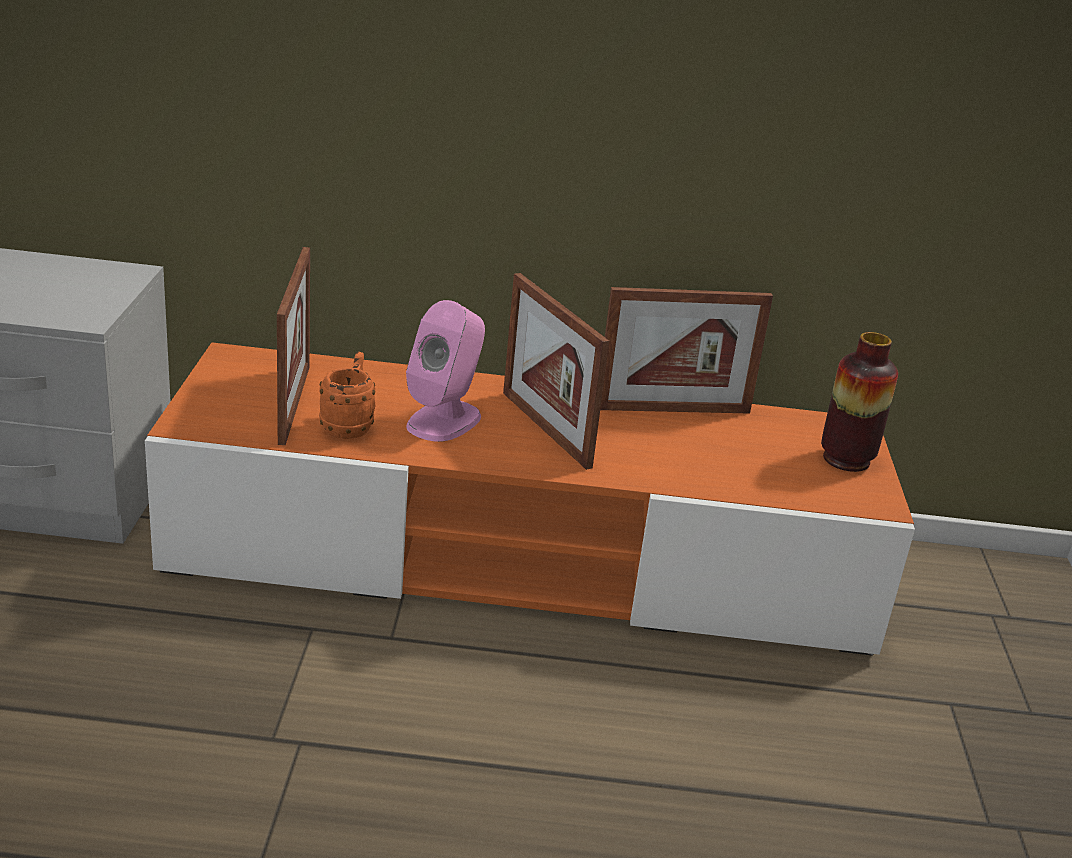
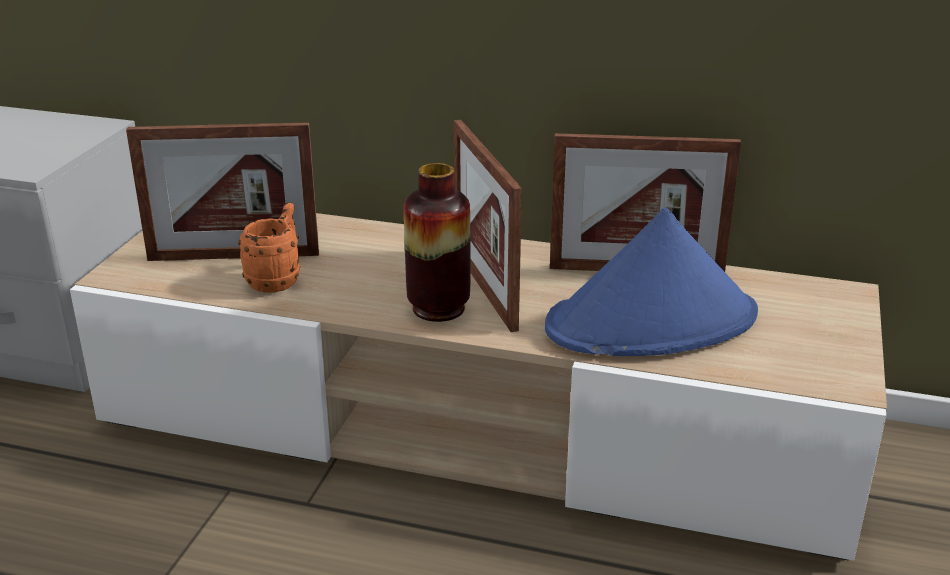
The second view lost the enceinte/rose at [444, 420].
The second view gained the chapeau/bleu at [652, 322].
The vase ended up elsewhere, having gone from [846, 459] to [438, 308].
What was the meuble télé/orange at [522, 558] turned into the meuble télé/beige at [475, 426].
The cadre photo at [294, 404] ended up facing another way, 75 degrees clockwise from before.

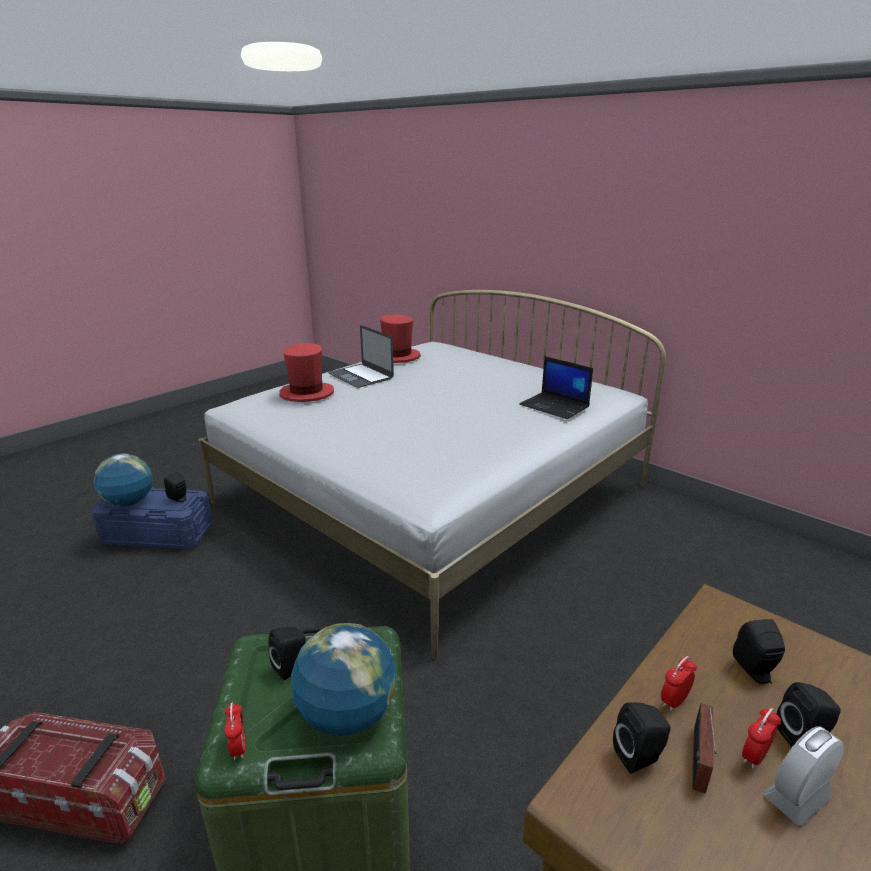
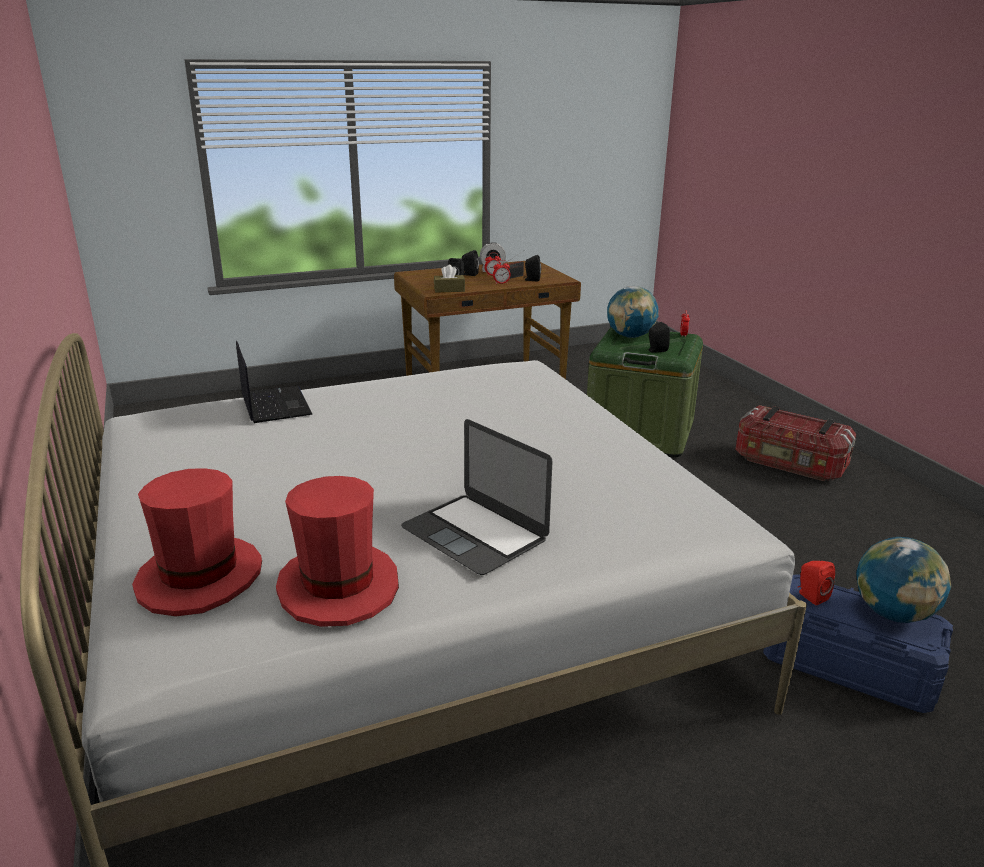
The second view gained the boîte à mouchoirs/marron at [449, 290].
The chapeau/rouge ended up elsewhere, having gone from [307, 394] to [200, 578].
What was the enceinte/noir at [179, 499] turned into the enceinte/rouge at [810, 596].
The ordinateur portable at [361, 376] ended up facing another way, 150 degrees clockwise from before.

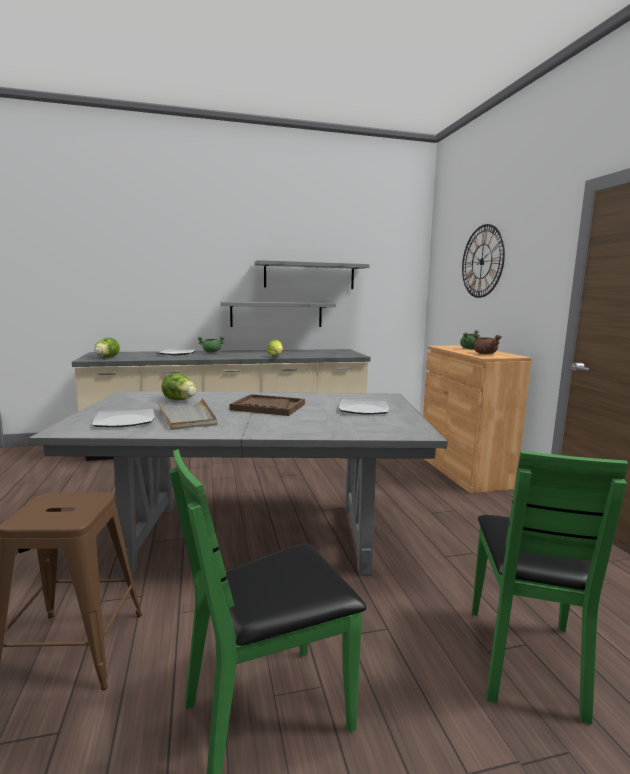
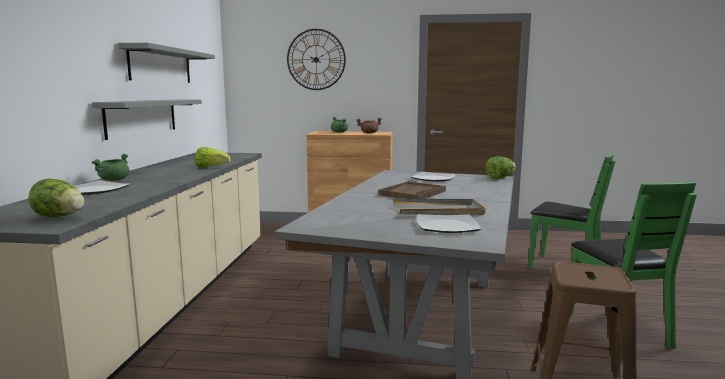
The laitue ended up elsewhere, having gone from [180, 400] to [500, 178].

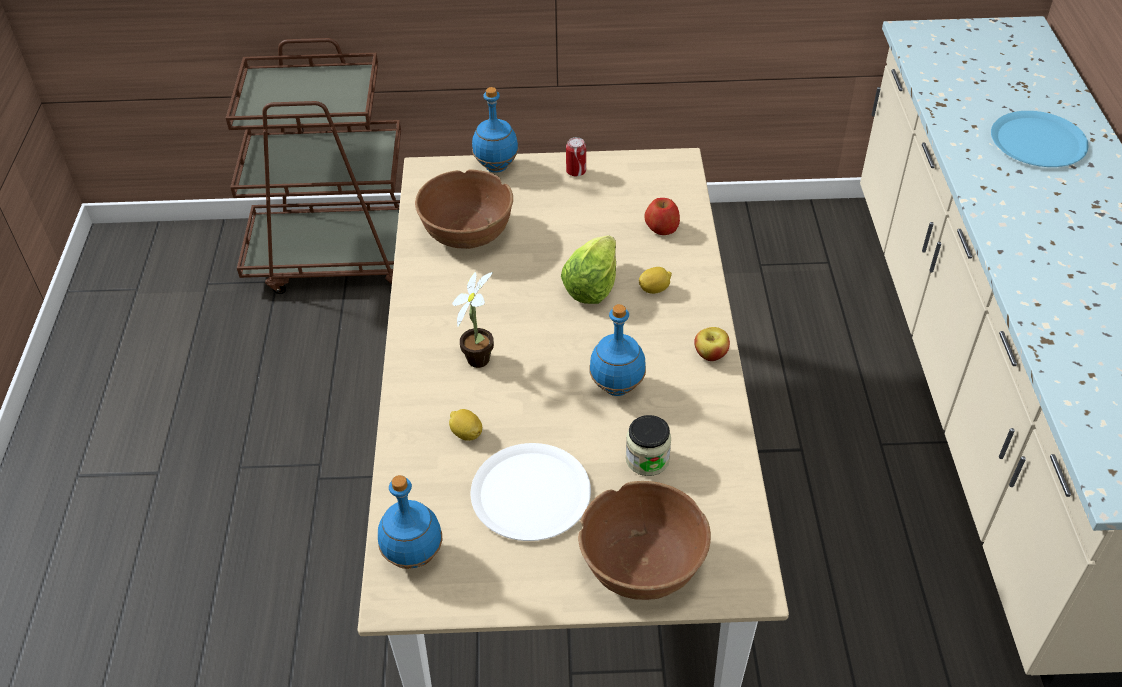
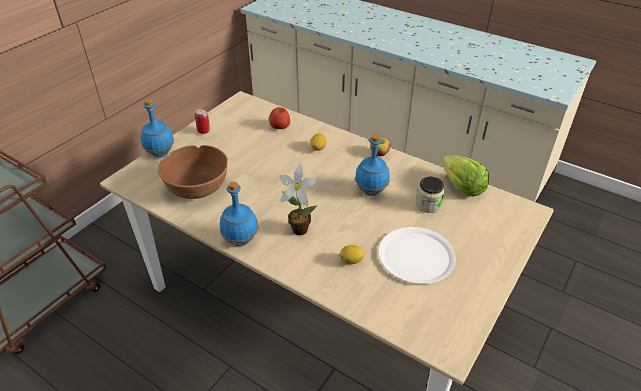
The second view lost the bol/marron at [641, 566].
The second view lost the assiette/bleu at [1038, 141].
The bouteille/bleu ended up elsewhere, having gone from [412, 556] to [240, 241].
The laitue ended up elsewhere, having gone from [592, 286] to [461, 187].

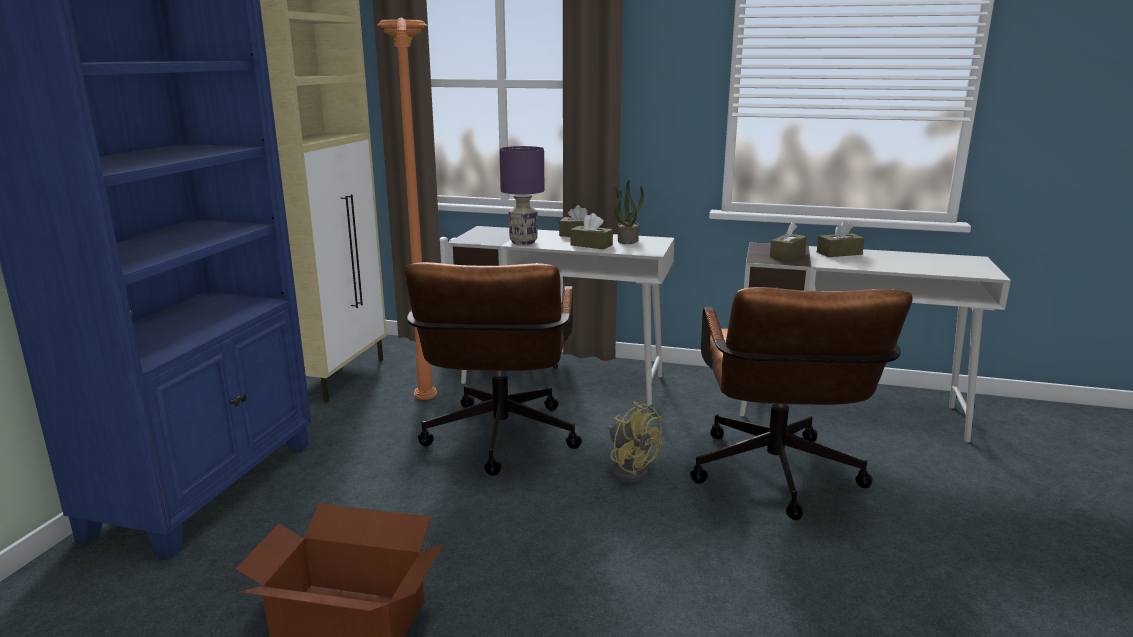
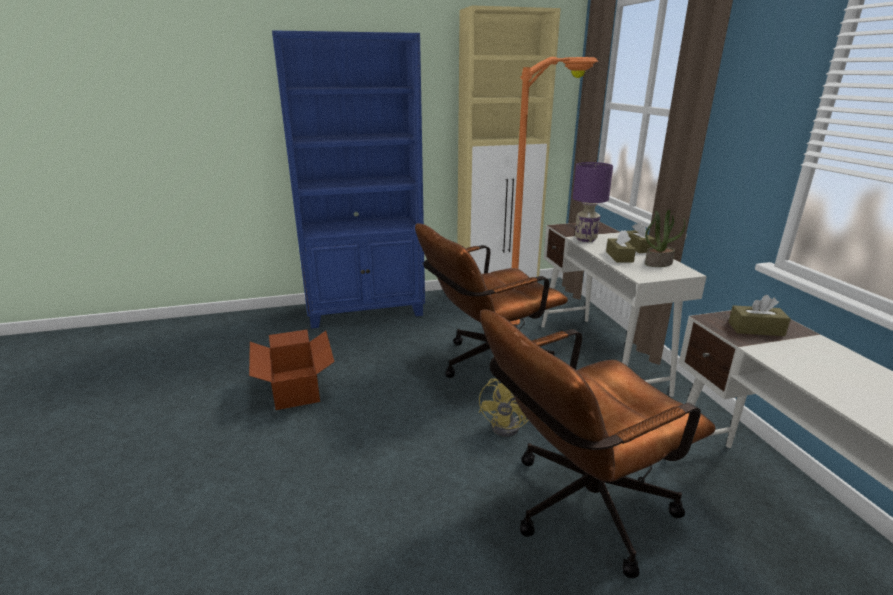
The second view lost the boîte à mouchoirs/marron at [839, 253].

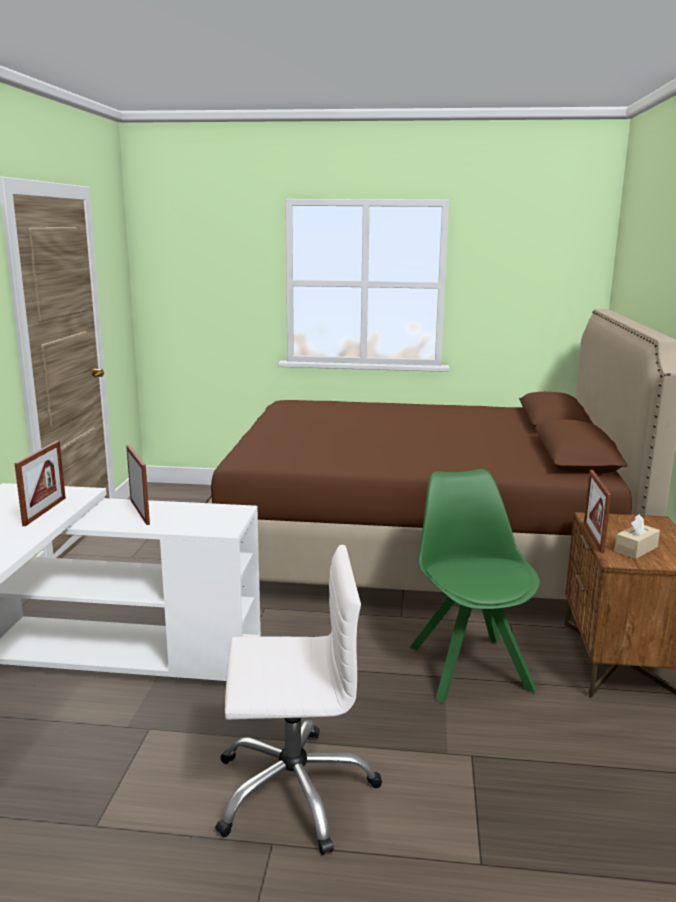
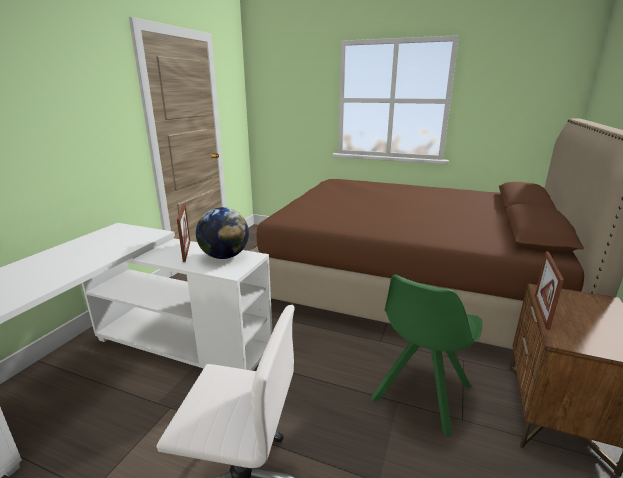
The second view lost the cadre photo at [45, 511].
The second view lost the boîte à mouchoirs/beige at [636, 549].
The second view gained the globe at [225, 256].
The chaise/vert at [468, 665] ended up facing another way, 150 degrees counterclockwise from before.

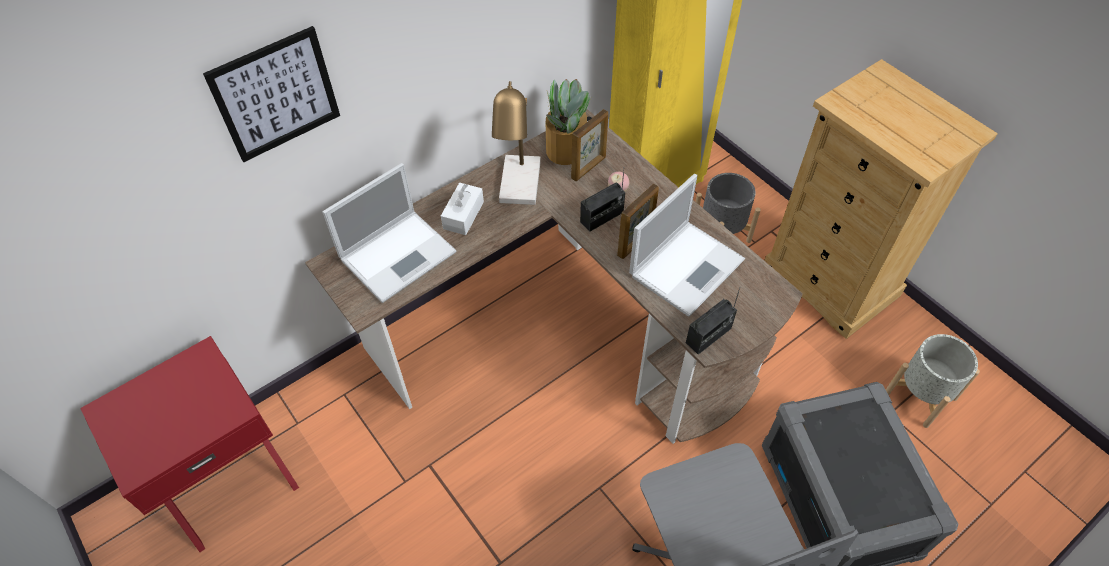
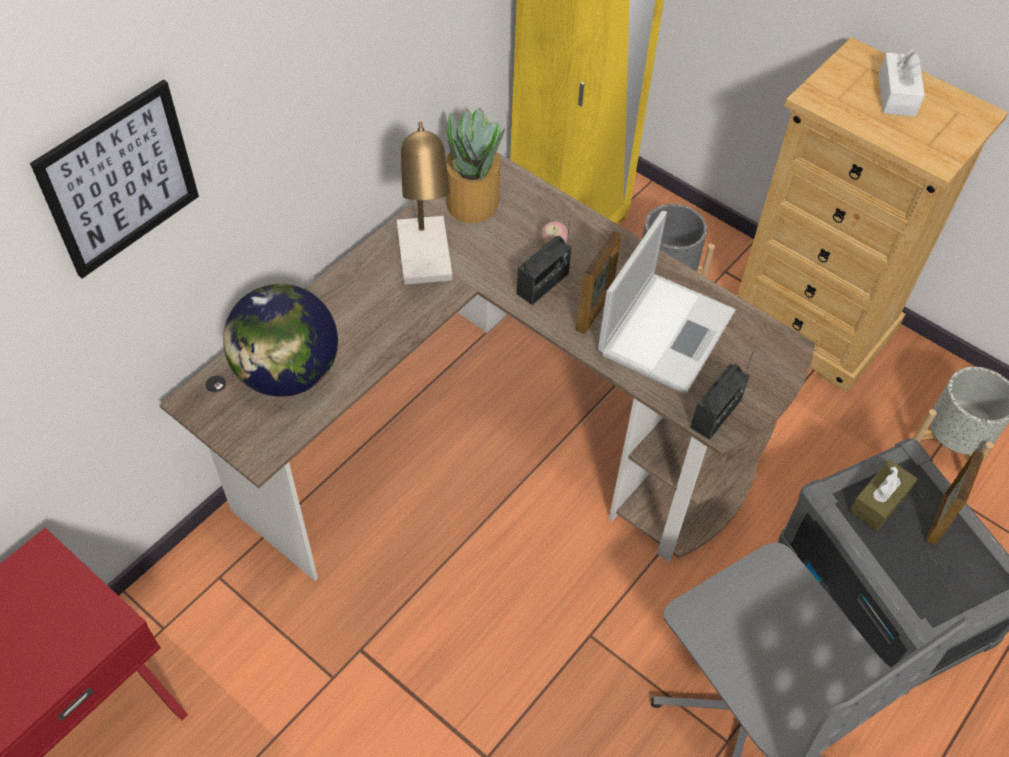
The second view gained the boîte à mouchoirs/marron at [879, 501].
The boîte à mouchoirs/blanc ended up elsewhere, having gone from [463, 215] to [896, 95].
The cadre photo ended up elsewhere, having gone from [589, 168] to [940, 519].
Where the ordinateur portable stood at [399, 254], the globe came to stand at [288, 373].

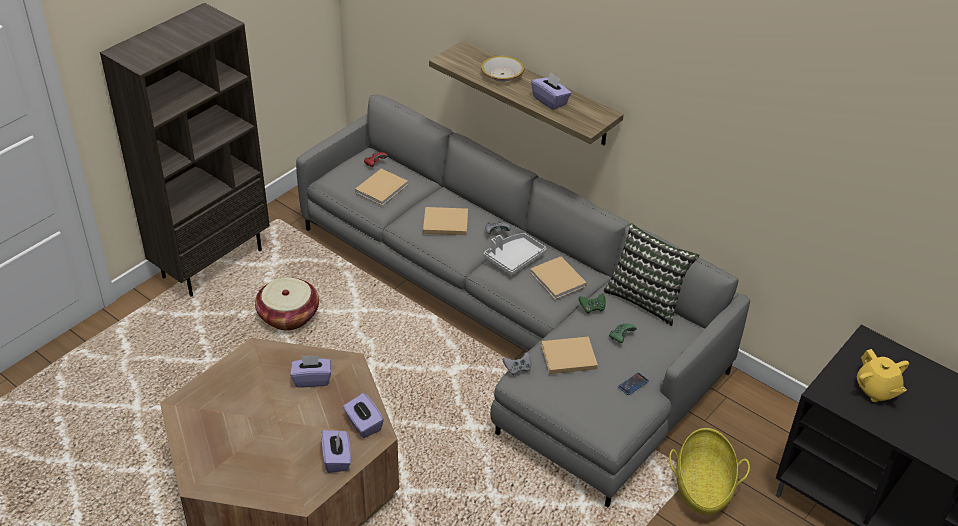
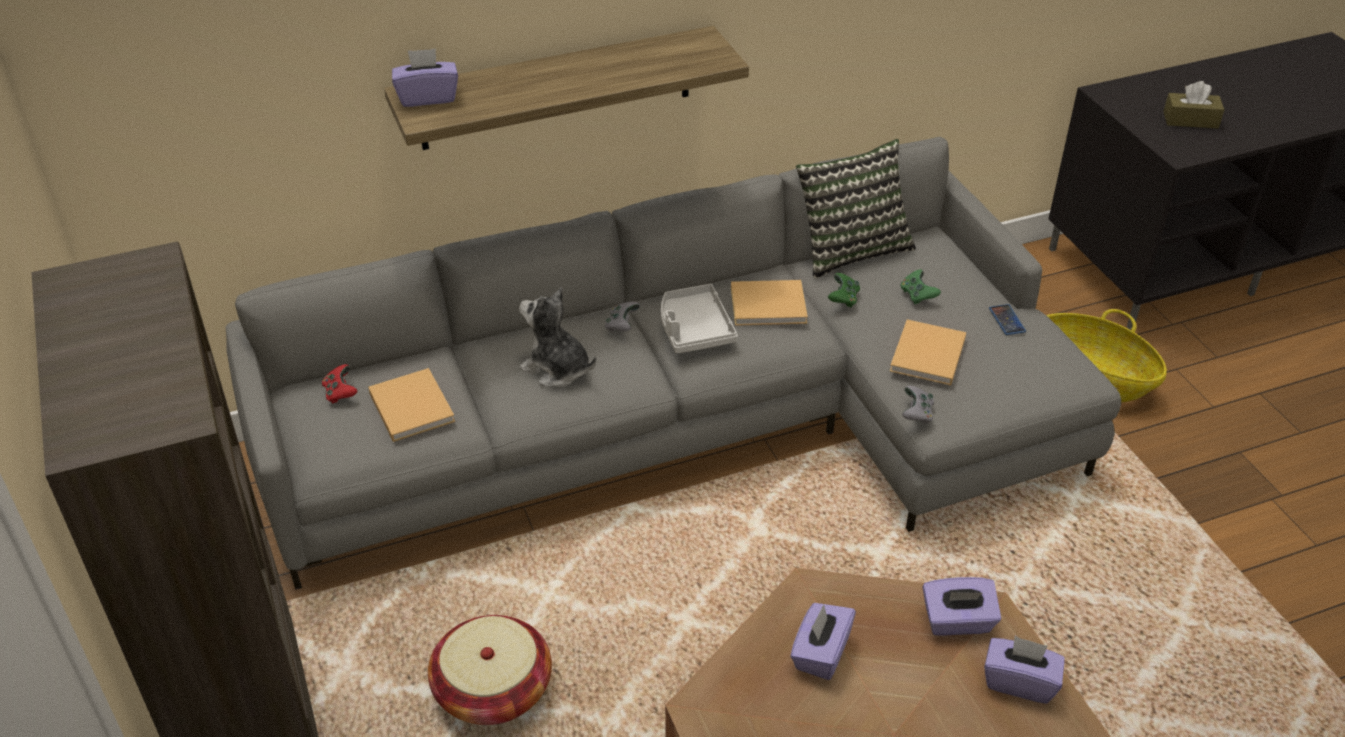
The second view lost the bol at [502, 74].
The boîte à mouchoirs/violet ended up elsewhere, having gone from [550, 101] to [427, 97].
Where the livre/beige stood at [444, 223], the peluche came to stand at [557, 369].
Where the théière/jaune stood at [876, 390], the boîte à mouchoirs/marron came to stand at [1190, 120].

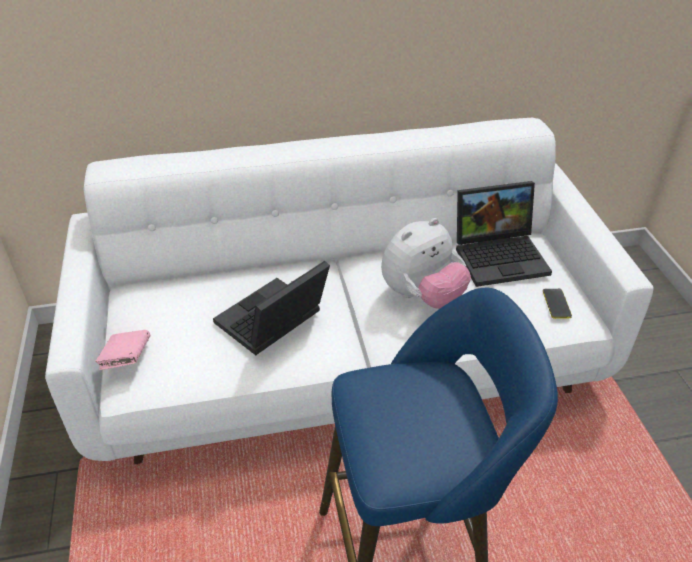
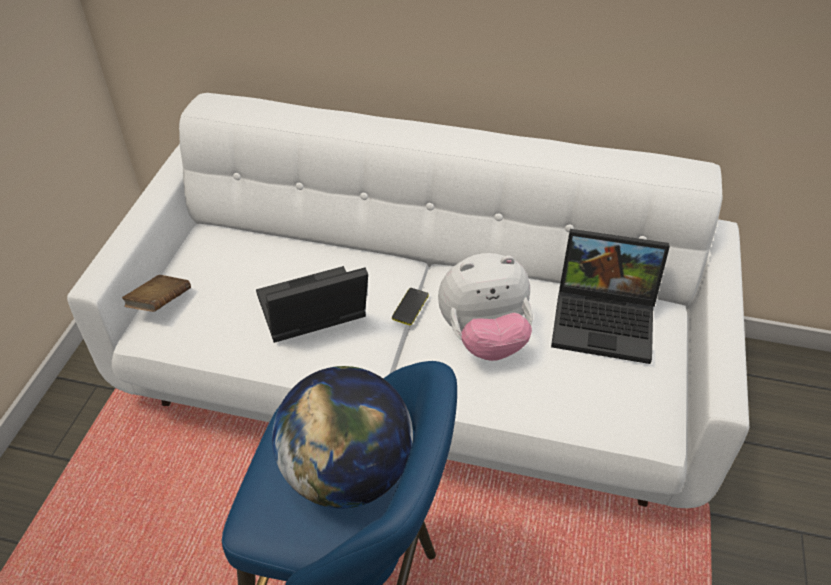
The second view gained the globe at [347, 472].
The téléphone ended up elsewhere, having gone from [556, 304] to [410, 307].
What was the livre/rose at [127, 359] turned into the livre/marron at [160, 304].

